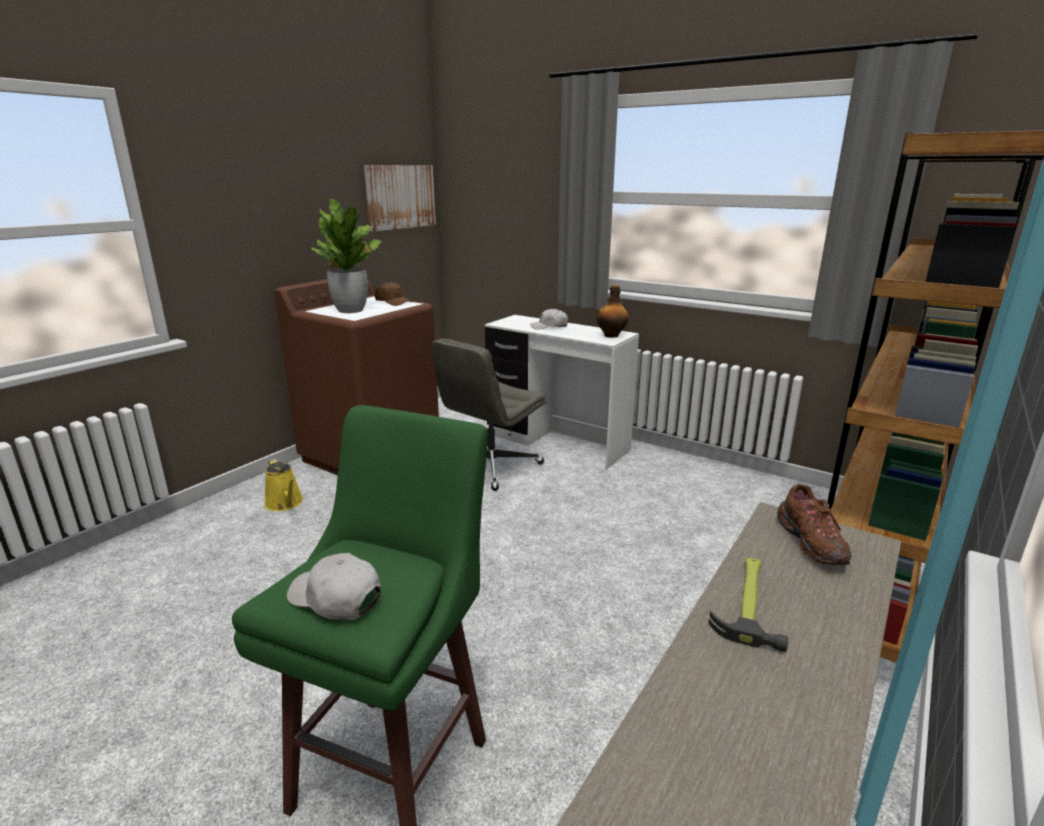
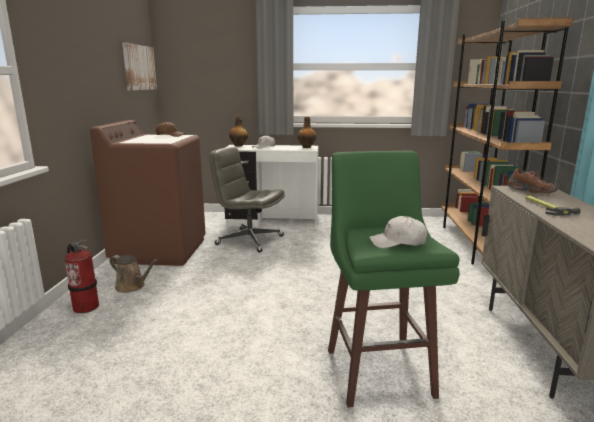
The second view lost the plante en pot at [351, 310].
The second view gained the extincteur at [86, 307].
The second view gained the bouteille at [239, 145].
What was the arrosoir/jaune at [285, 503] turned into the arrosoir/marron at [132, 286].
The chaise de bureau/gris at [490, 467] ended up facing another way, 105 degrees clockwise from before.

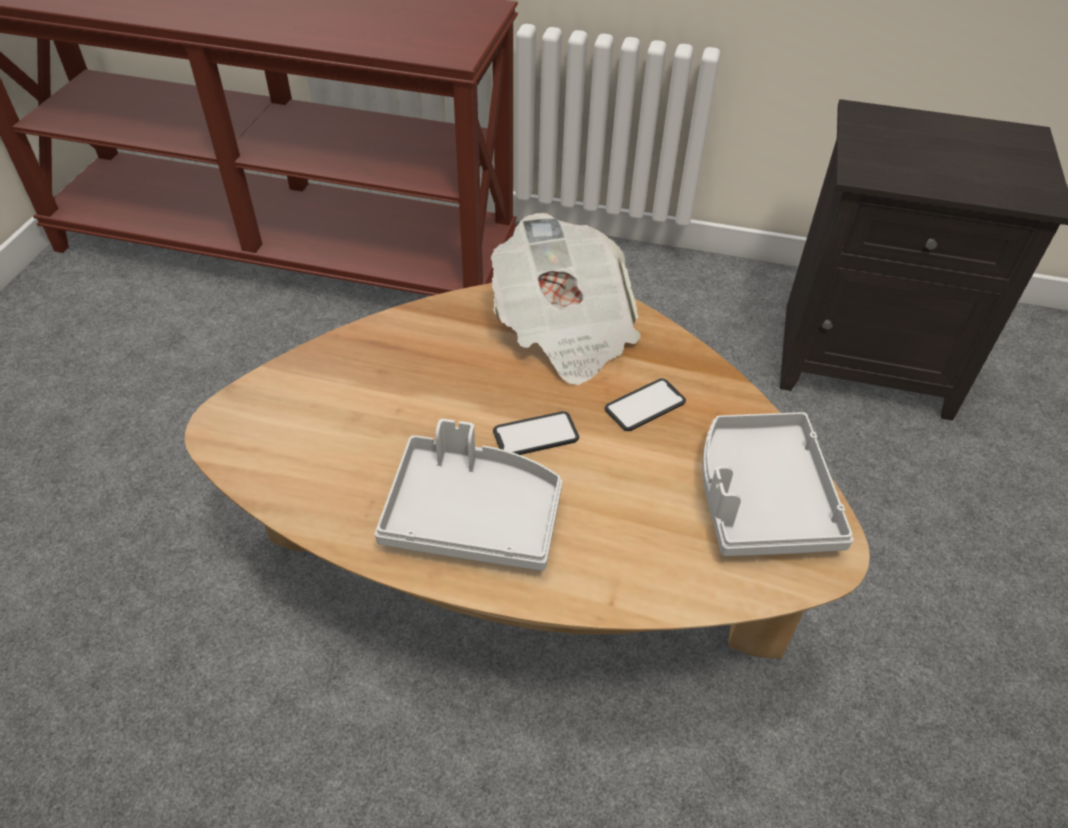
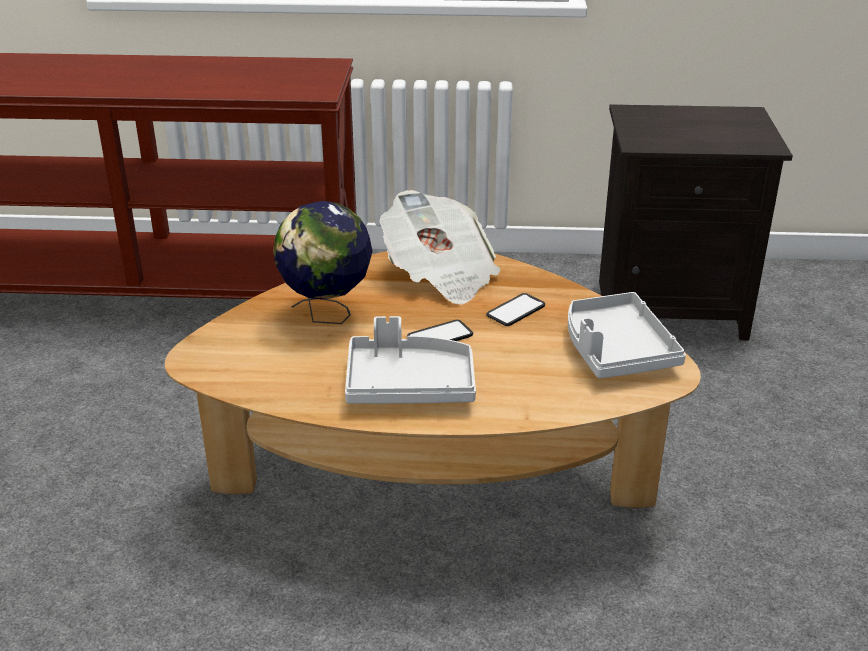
The second view gained the globe at [327, 315].

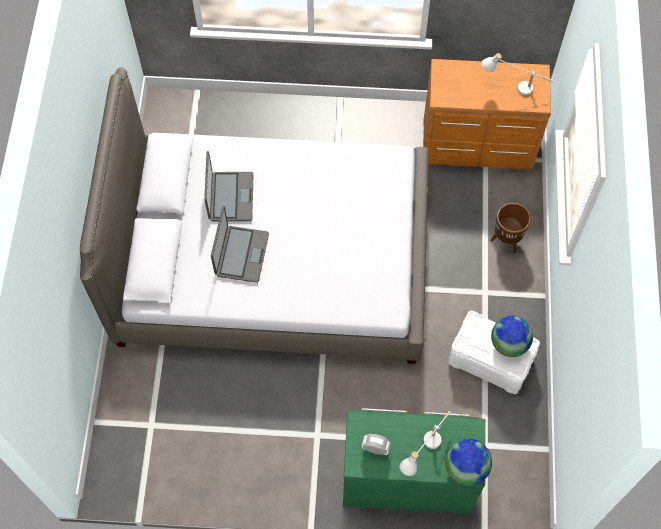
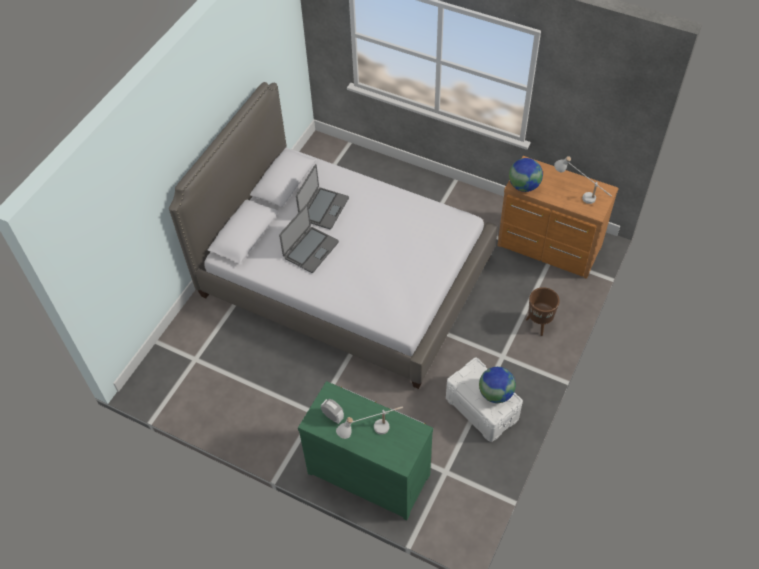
The globe ended up elsewhere, having gone from [465, 468] to [524, 186].

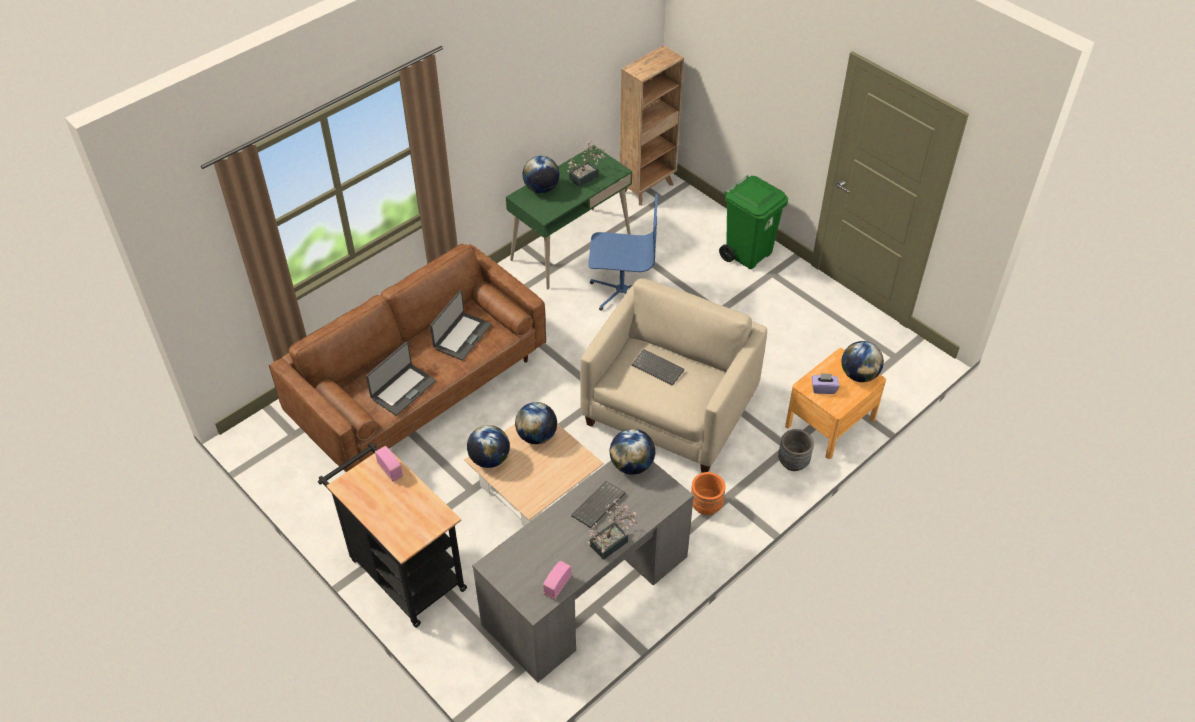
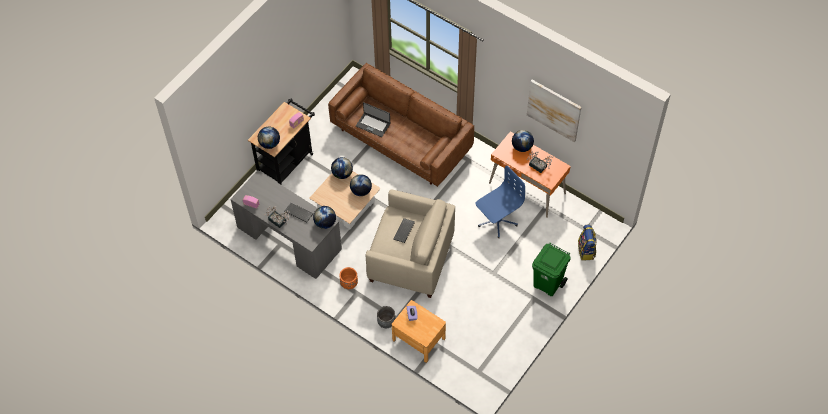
The second view lost the ordinateur portable at [462, 336].
The second view lost the bibliothèque/marron at [648, 188].
The second view gained the tableau at [554, 110].
The second view gained the sac à dos at [586, 250].
The globe ended up elsewhere, having gone from [859, 375] to [270, 144].
What was the bureau/vert at [570, 248] turned into the bureau/orange at [527, 188].
The chaise de bureau/bleu at [621, 291] ended up facing another way, 120 degrees counterclockwise from before.

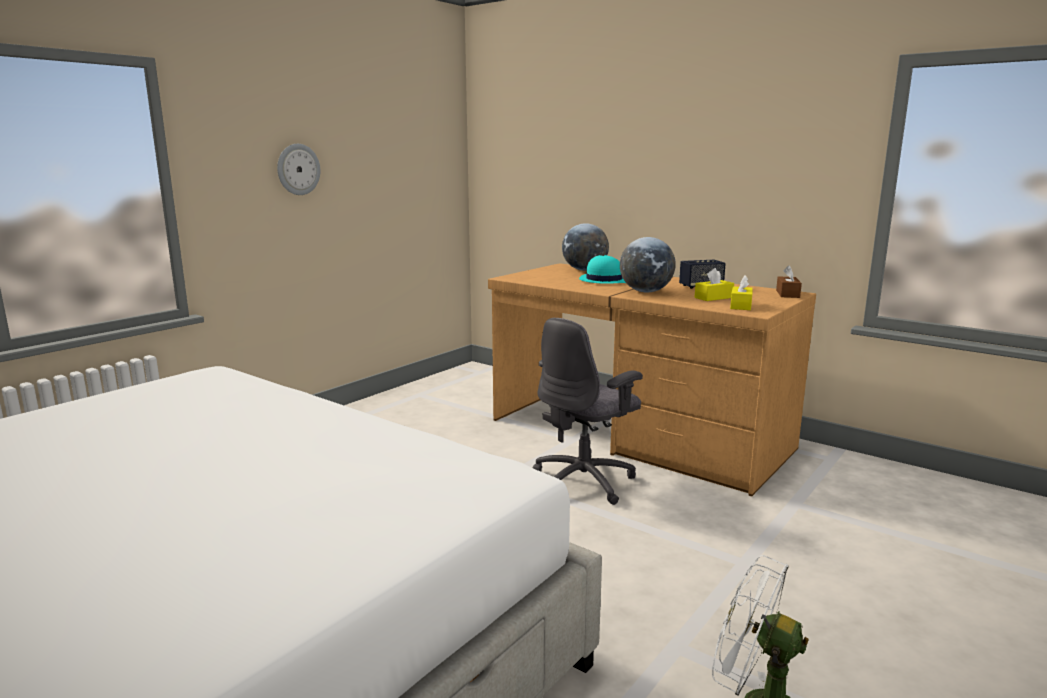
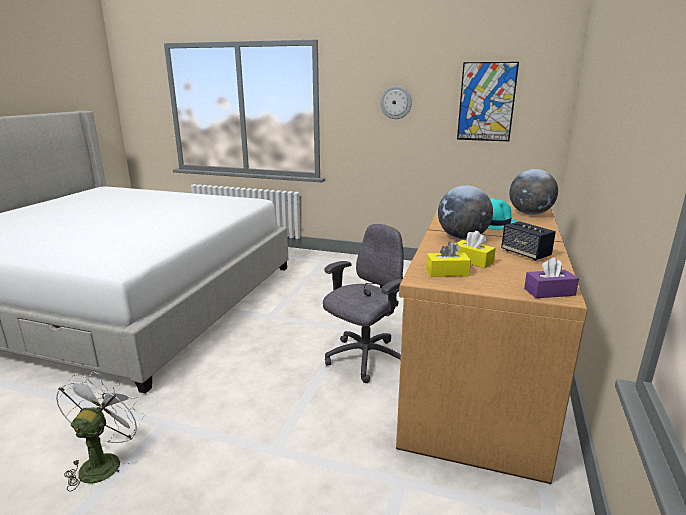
The second view gained the tableau at [486, 102].
What was the boîte à mouchoirs/marron at [787, 294] turned into the boîte à mouchoirs/violet at [549, 292].
The chaise de bureau/gris at [584, 481] ended up facing another way, 105 degrees clockwise from before.

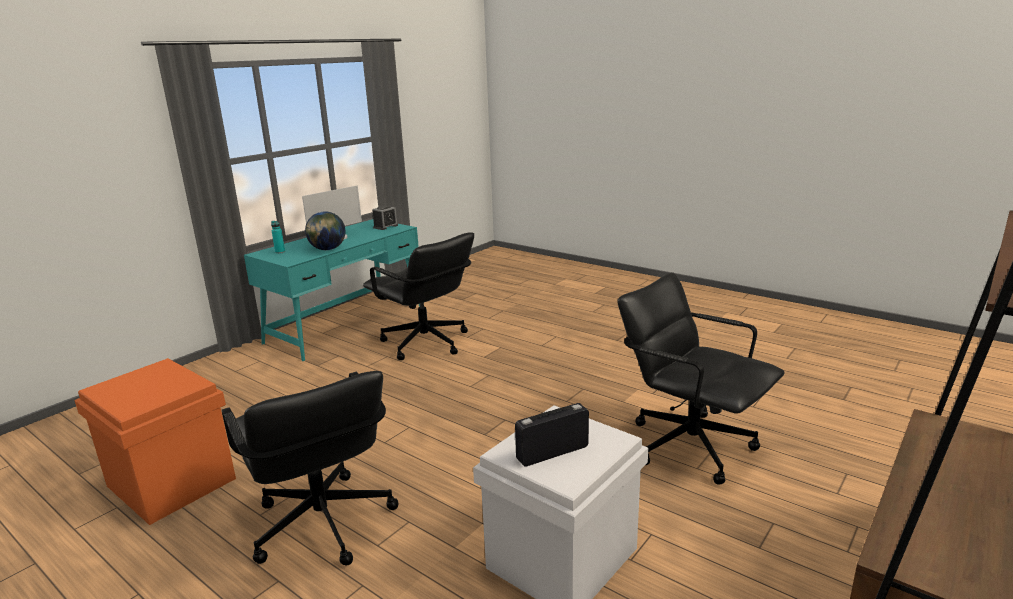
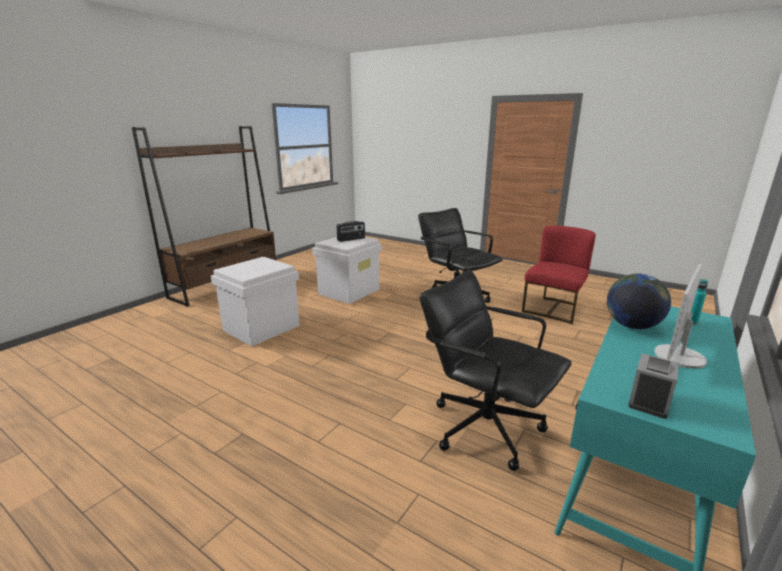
Where the boîte de rangement/orange stood at [170, 482], the chaise/rouge came to stand at [553, 309].
Where the chaise de bureau/noir stood at [690, 445], the boîte de rangement/blanc came to stand at [261, 328].

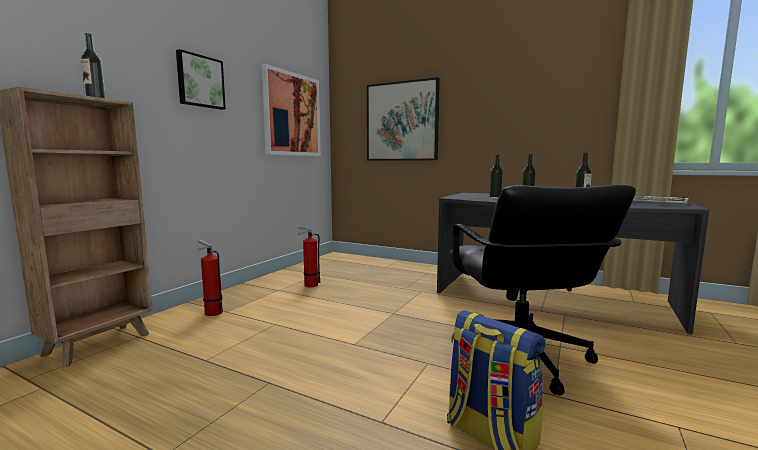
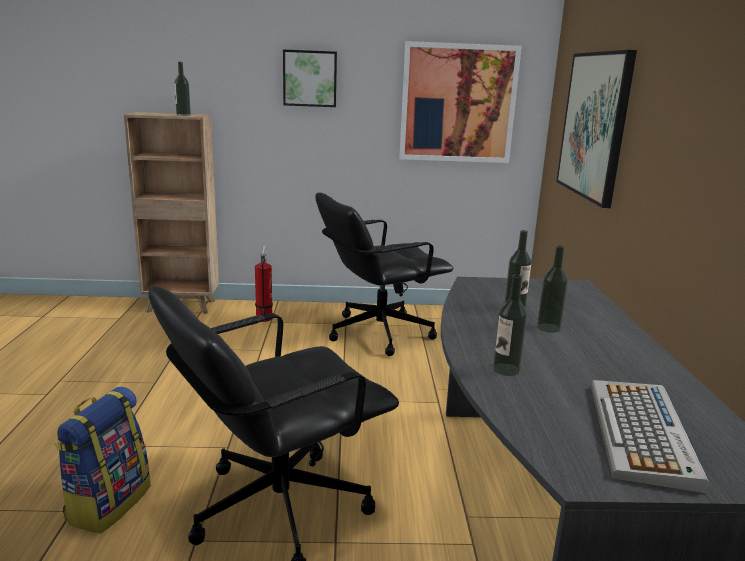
Where the extincteur stood at [309, 285], the chaise de bureau/noir came to stand at [378, 332].

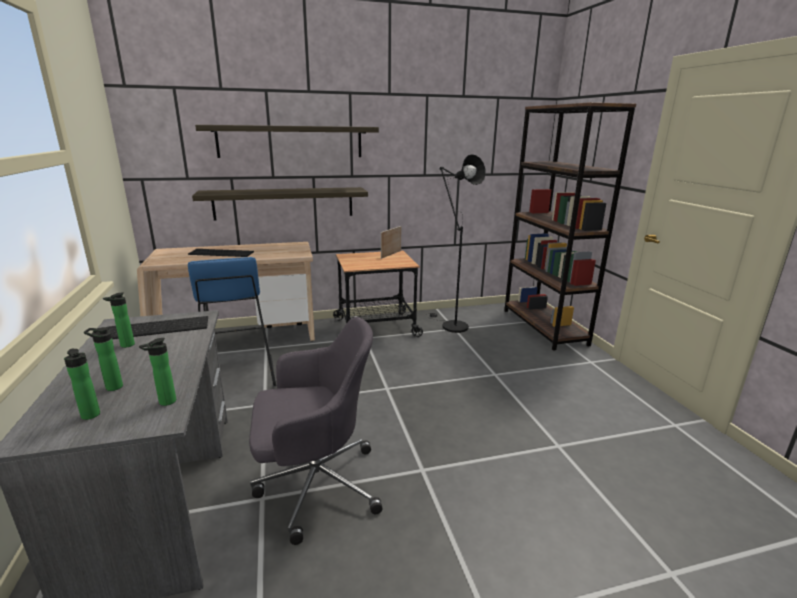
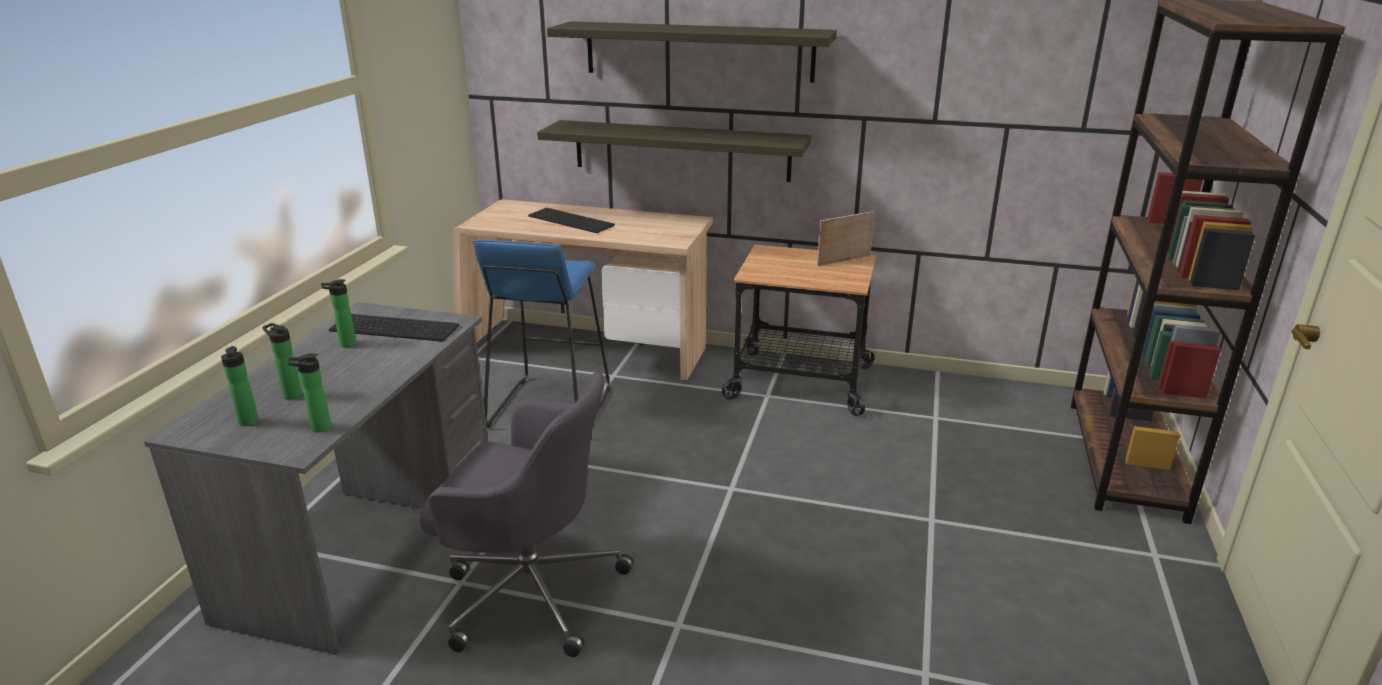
The second view lost the lampadaire/noir at [450, 325].

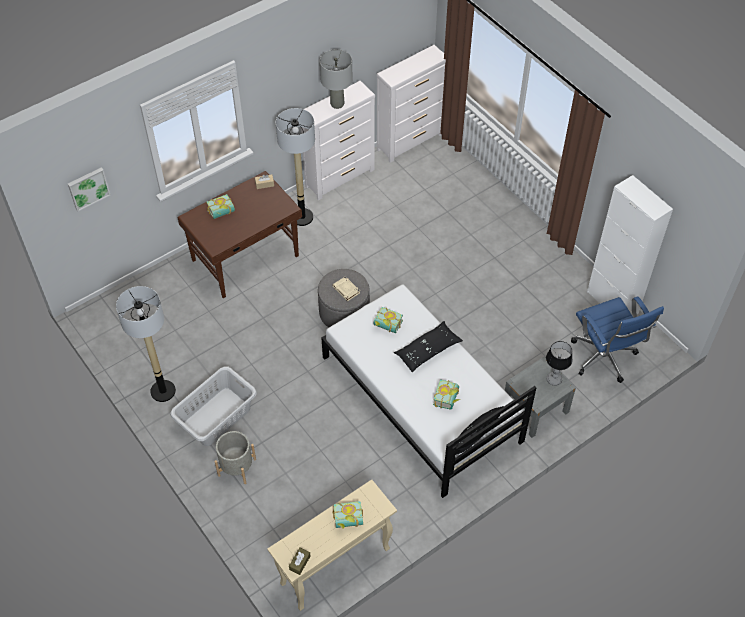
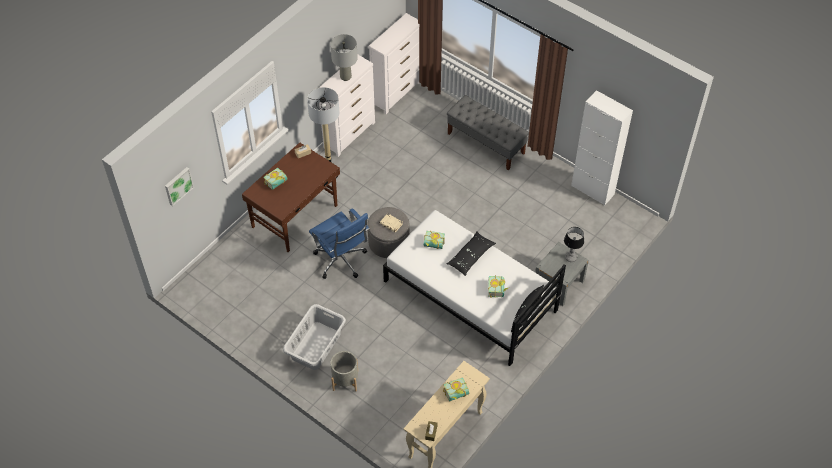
The second view lost the lampadaire at [163, 391].
The second view gained the banc/gris at [486, 143].
The chaise de bureau/bleu ended up elsewhere, having gone from [605, 359] to [342, 261].

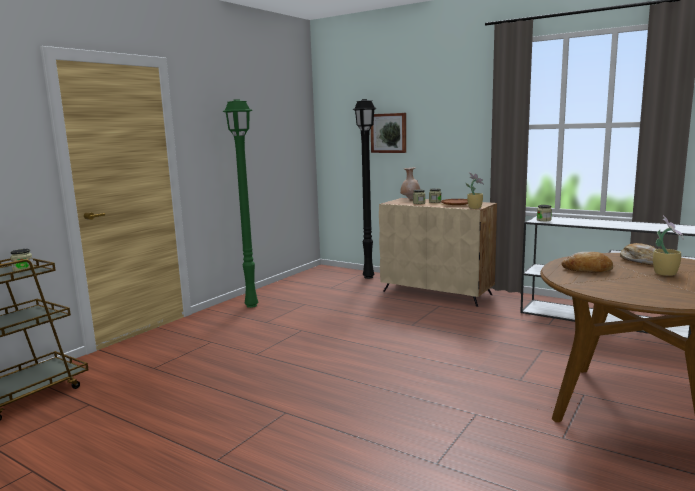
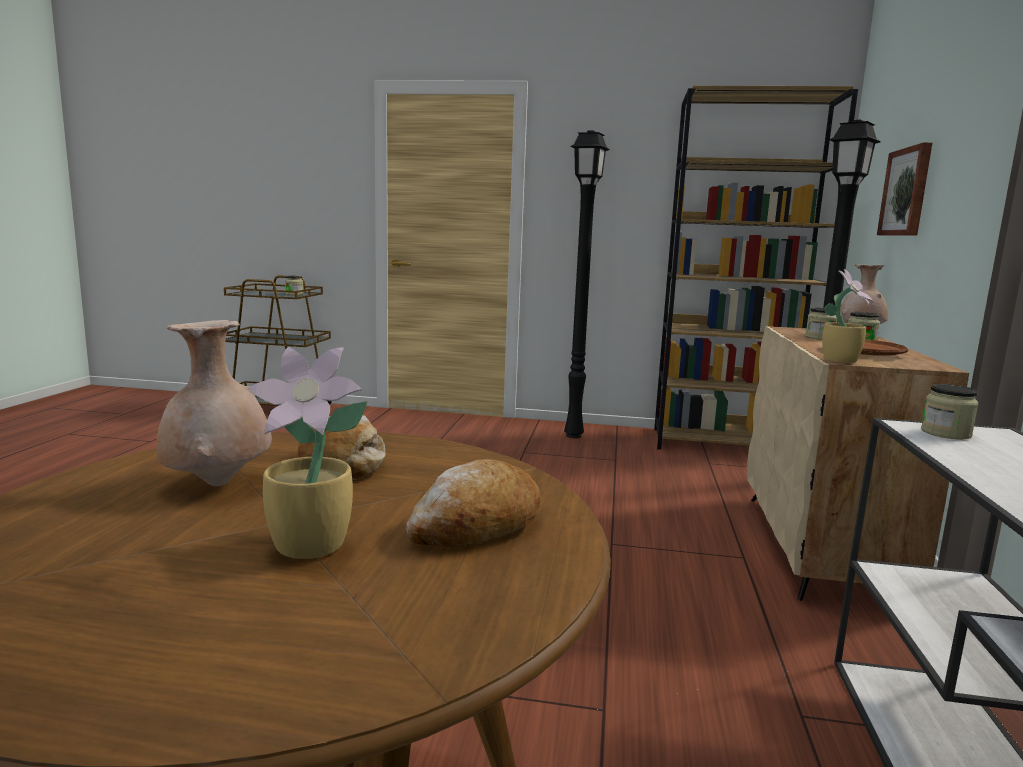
The second view gained the vase/beige at [217, 484].
The second view gained the bibliothèque/marron at [726, 444].
What was the lampadaire/vert at [251, 305] turned into the lampadaire/noir at [575, 435].

